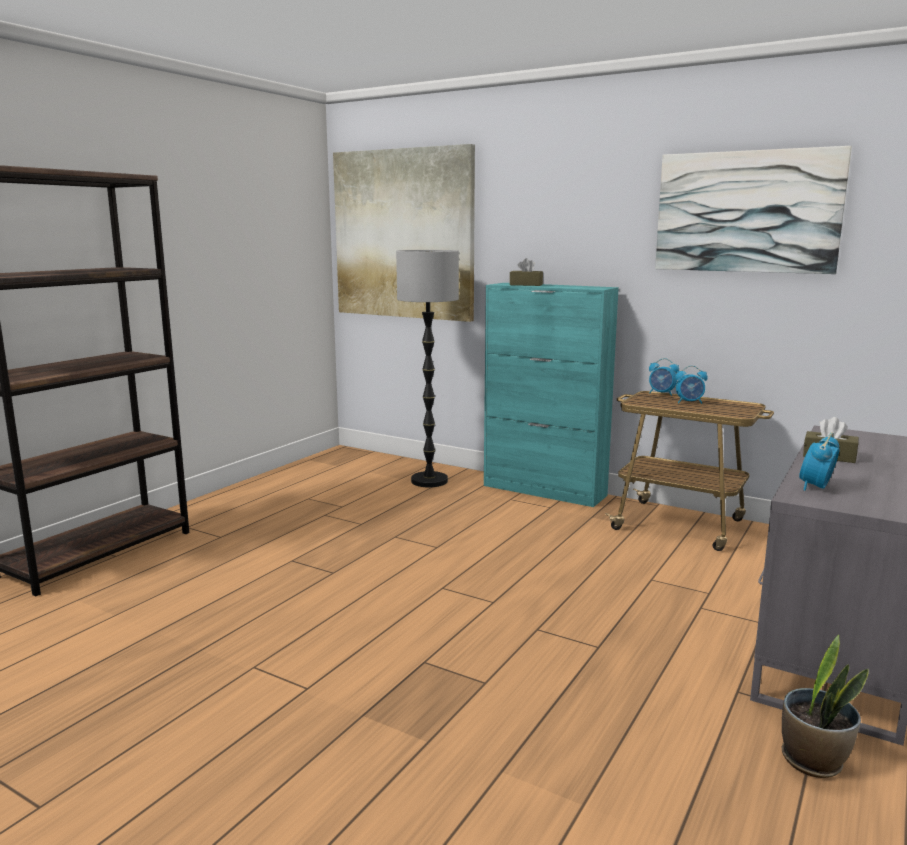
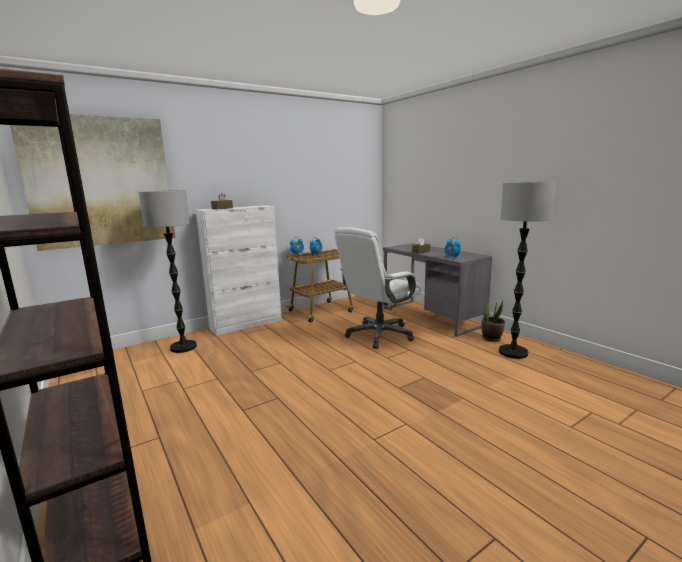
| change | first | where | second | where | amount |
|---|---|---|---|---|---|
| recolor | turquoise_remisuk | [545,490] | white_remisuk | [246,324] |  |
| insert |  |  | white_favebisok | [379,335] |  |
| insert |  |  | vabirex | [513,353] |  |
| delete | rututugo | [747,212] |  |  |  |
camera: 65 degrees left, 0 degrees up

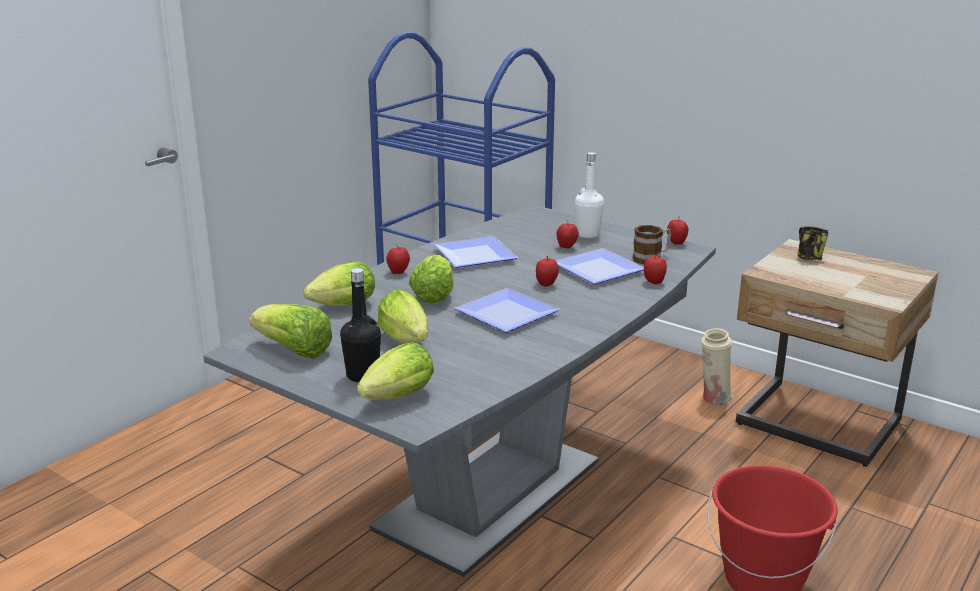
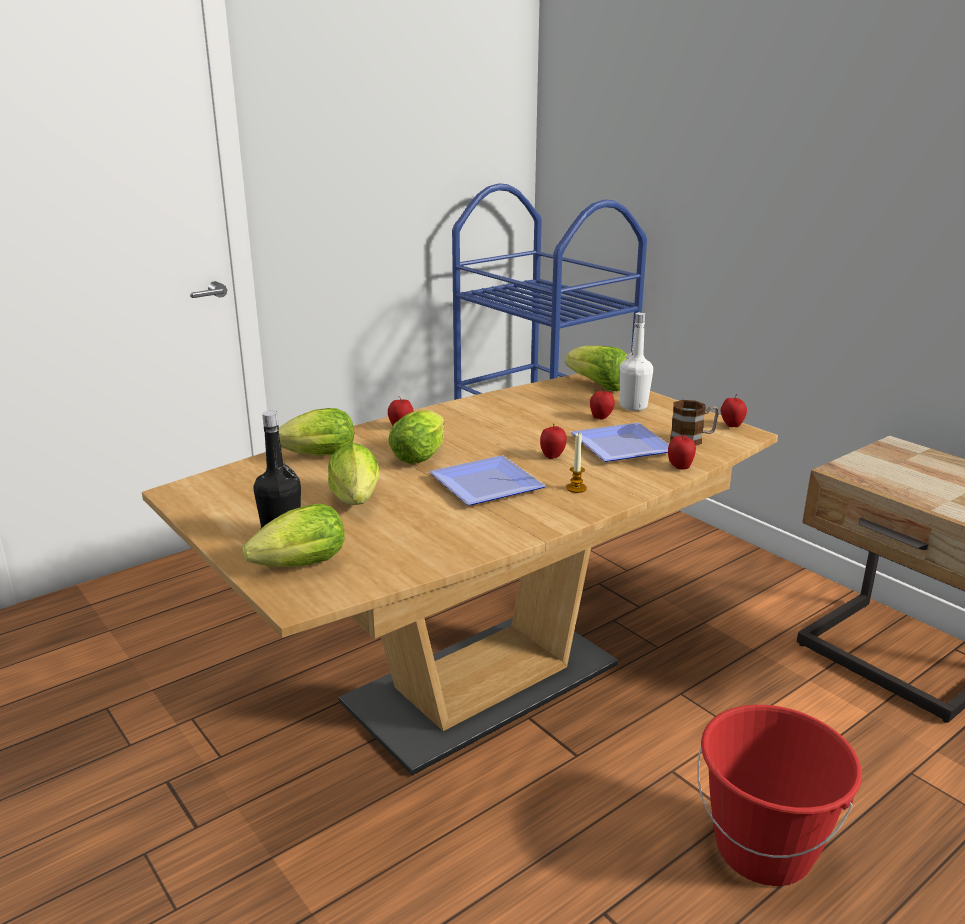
| change | first | where | second | where | amount |
|---|---|---|---|---|---|
| recolor | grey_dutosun | [490,495] | brown_dutosun | [482,684] |  |
| move | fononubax | [294,351] |  | [599,386] |  |
| insert |  |  | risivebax | [576,488] |  |
| delete | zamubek | [478,256] |  |  |  |
| delete | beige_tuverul | [714,399] |  |  |  |
| delete | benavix | [808,258] |  |  |  |
camera: 15 degrees right, 0 degrees up

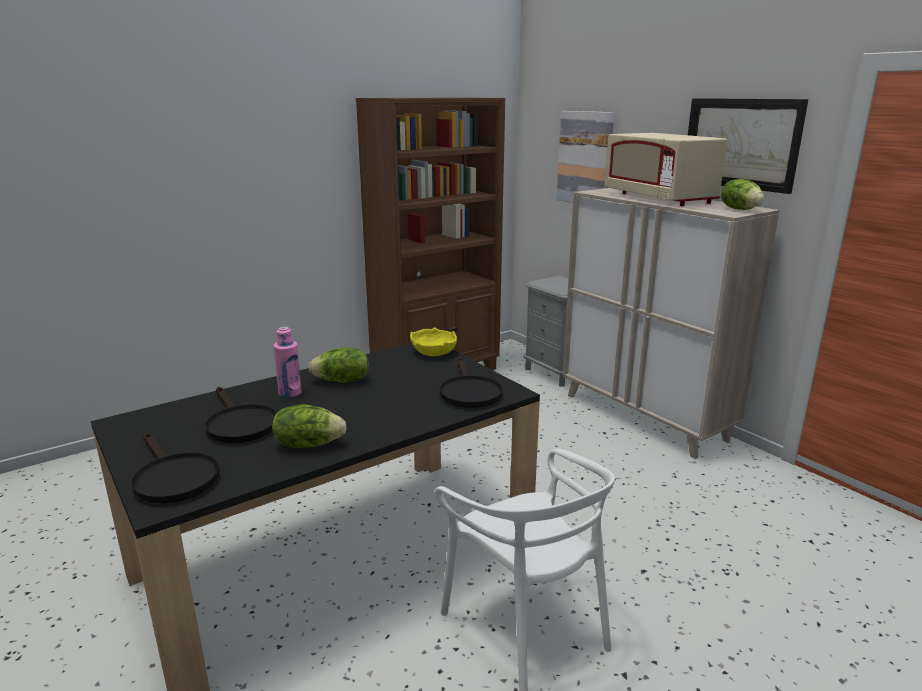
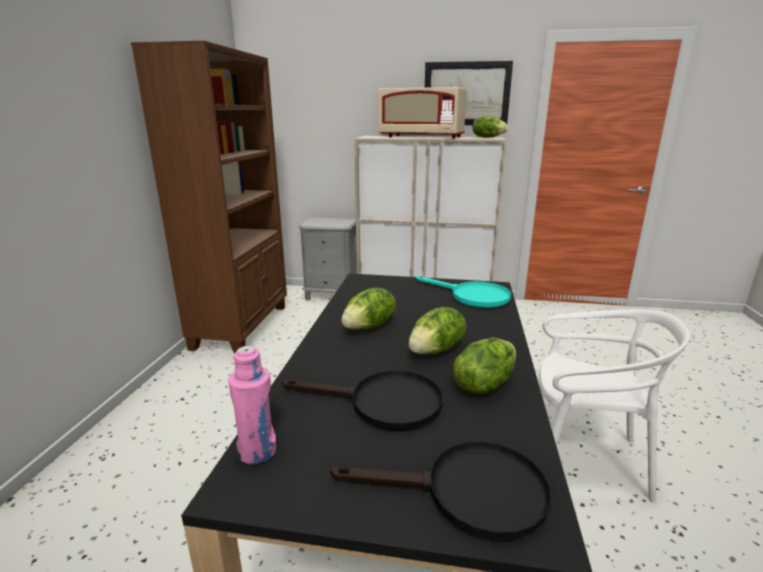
| change | first | where | second | where | amount |
|---|---|---|---|---|---|
| move | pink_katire | [290,393] |  | [258,452] |  |
| insert |  |  | fononubax | [437,350] |  |
| recolor | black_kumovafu | [468,391] | turquoise_kumovafu | [472,296] |  |
| delete | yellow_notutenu | [434,353] |  |  |  |
| delete | rututugo | [585,158] |  |  |  |
camera: 45 degrees left, 0 degrees up

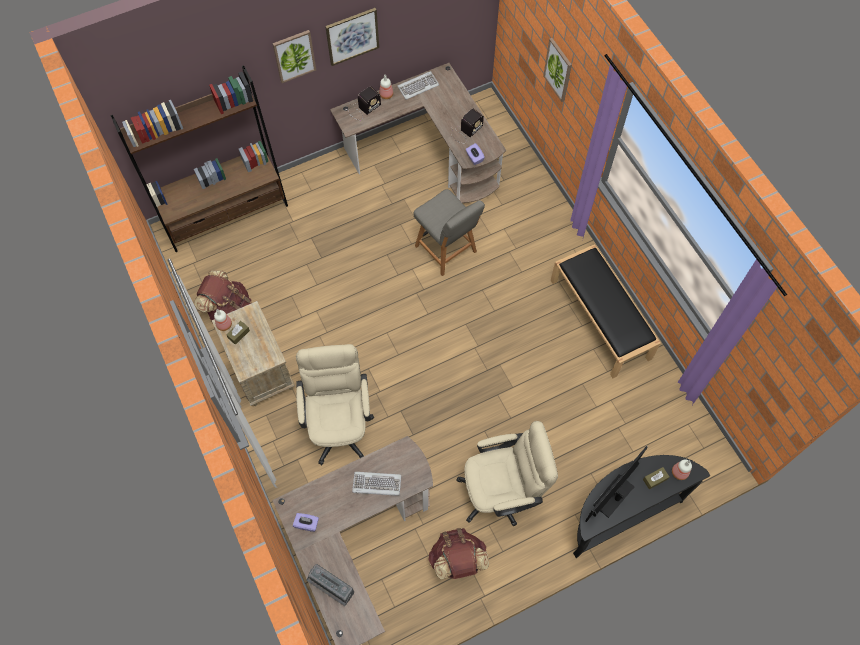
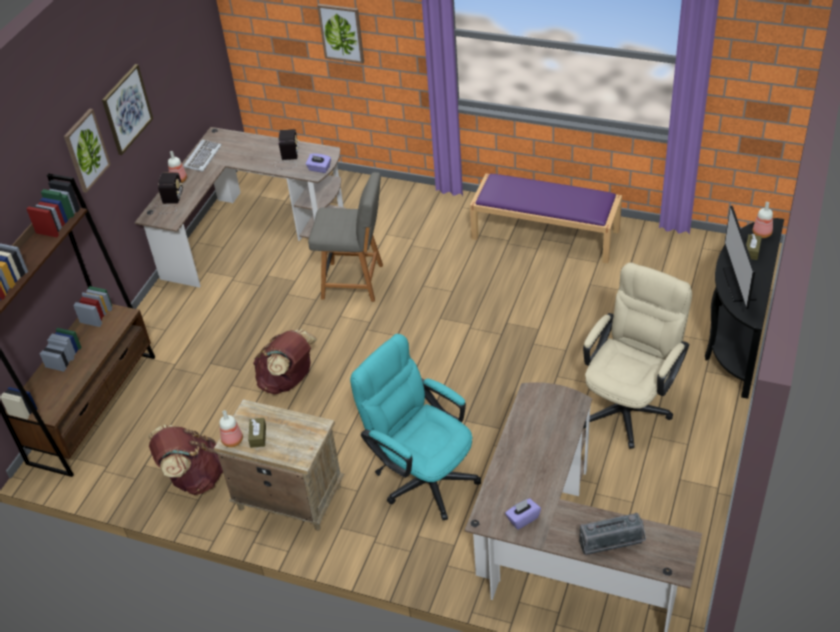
| change | first | where | second | where | amount |
|---|---|---|---|---|---|
| move | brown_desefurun | [457,560] |  | [288,381] |  |
| recolor | beige_favebisok | [339,424] | turquoise_favebisok | [422,475] |  |
| recolor | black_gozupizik | [601,319] | purple_gozupizik | [546,234] |  |
| delete | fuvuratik | [376,484] |  |  |  |
camera: 40 degrees left, 20 degrees down

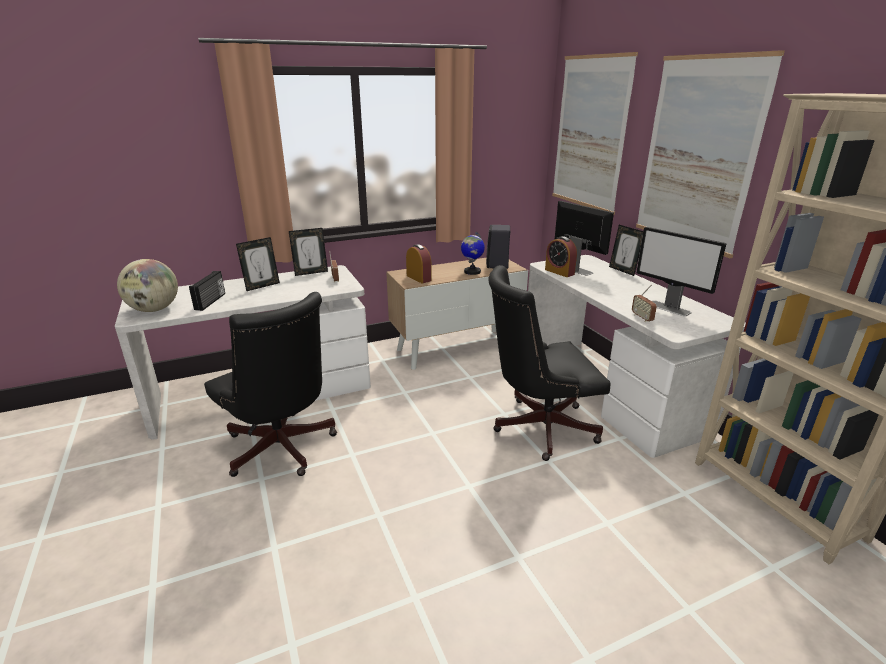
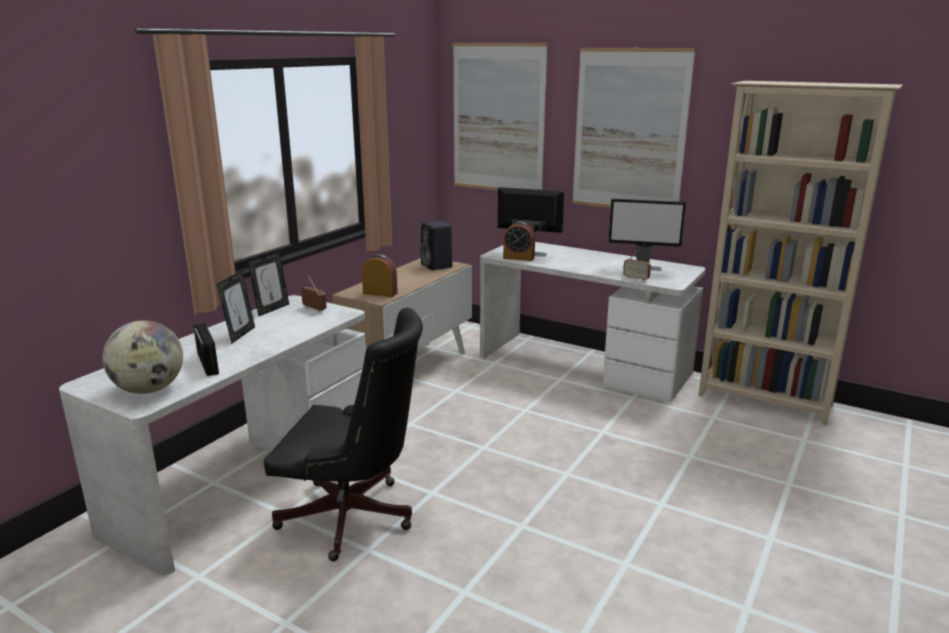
| change | first | where | second | where | amount |
|---|---|---|---|---|---|
| delete | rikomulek | [472,272] |  |  |  |
| delete | black_favebisok | [538,427] |  |  |  |
| delete | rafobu | [623,270] |  |  |  |
camera: 35 degrees left, 5 degrees down

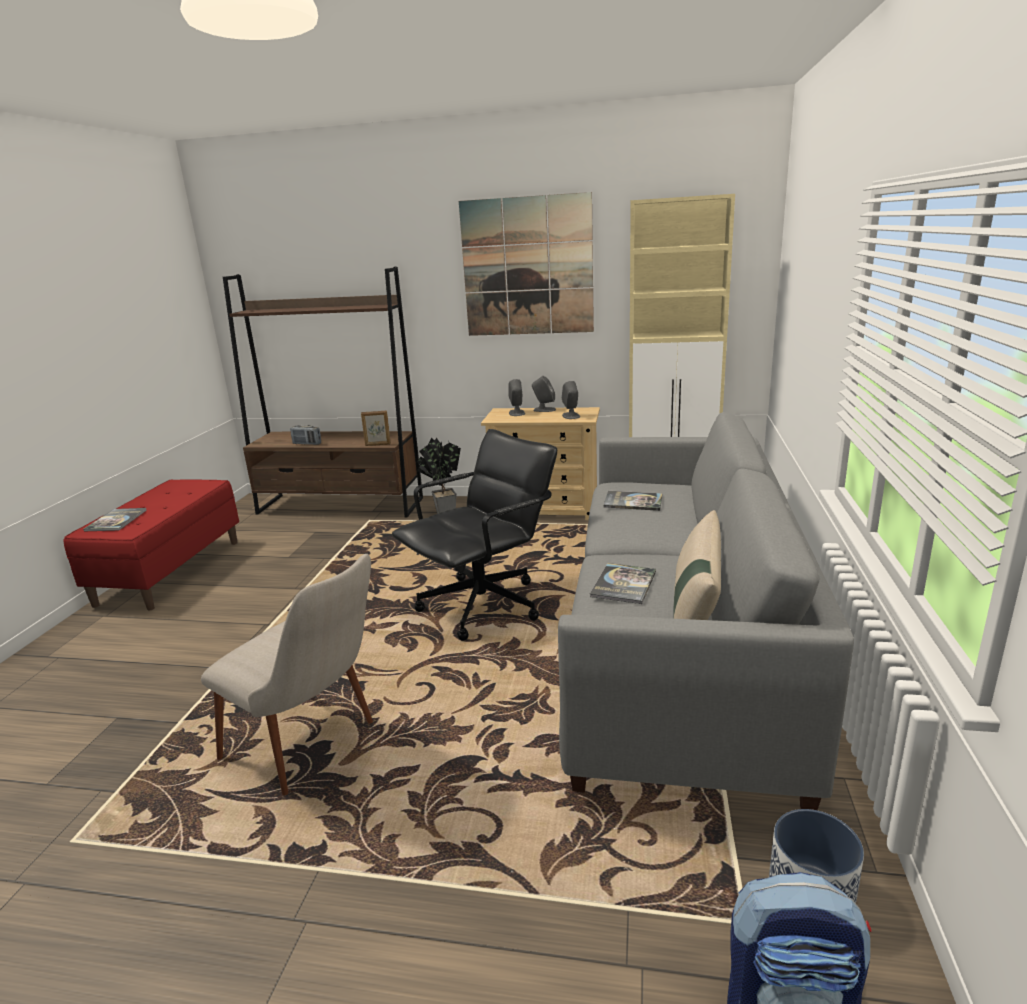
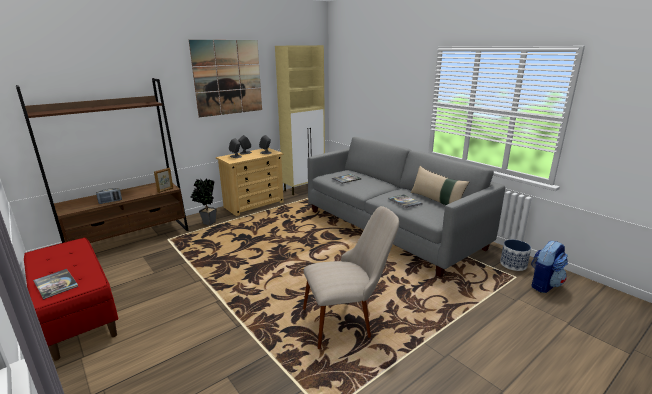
| change | first | where | second | where | amount |
|---|---|---|---|---|---|
| delete | black_favebisok | [483,606] |  |  |  |
camera: 50 degrees left, 0 degrees up

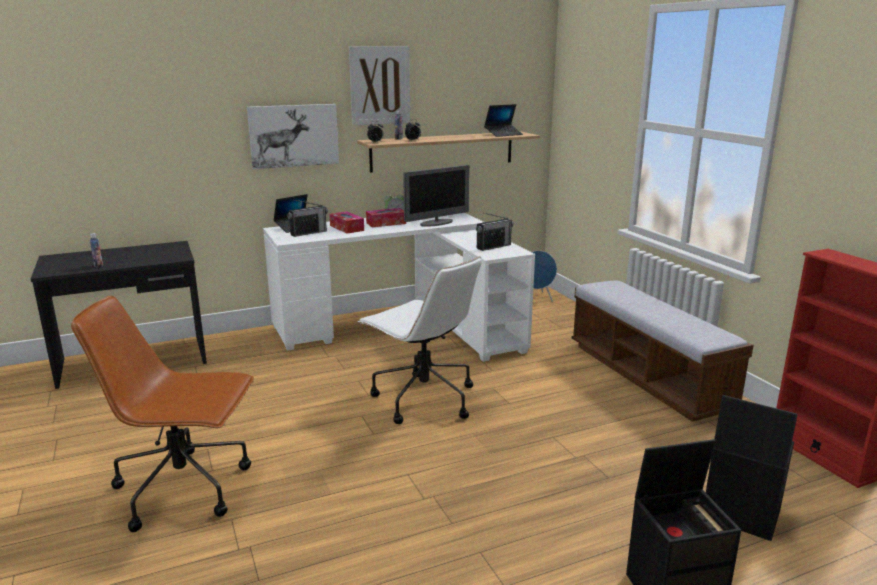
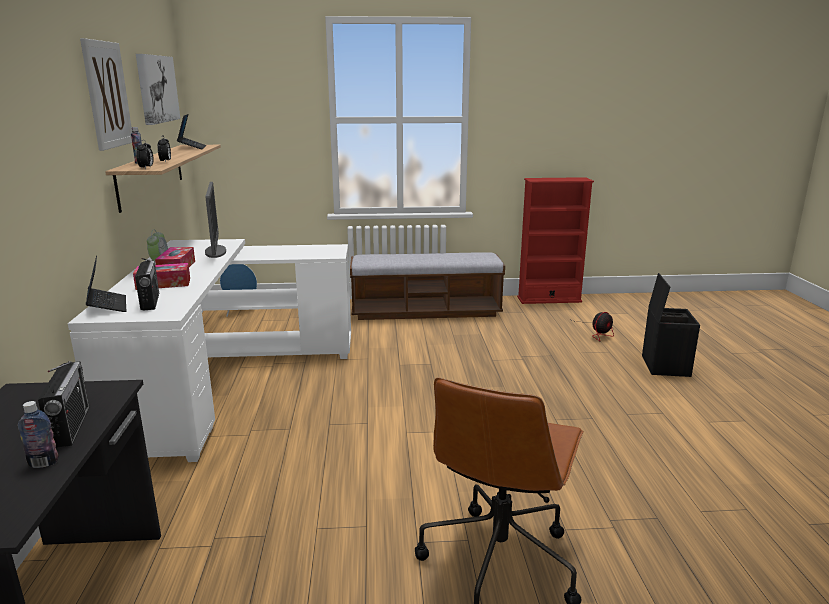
| change | first | where | second | where | amount |
|---|---|---|---|---|---|
| move | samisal | [493,246] |  | [70,427] |  |
| move | rututugo | [293,135] |  | [156,89] |  |
| replace | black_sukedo | [739,514] | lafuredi | [599,333] |  |
| delete | white_favebisok | [423,399] |  |  |  |
camera: 70 degrees left, 0 degrees up

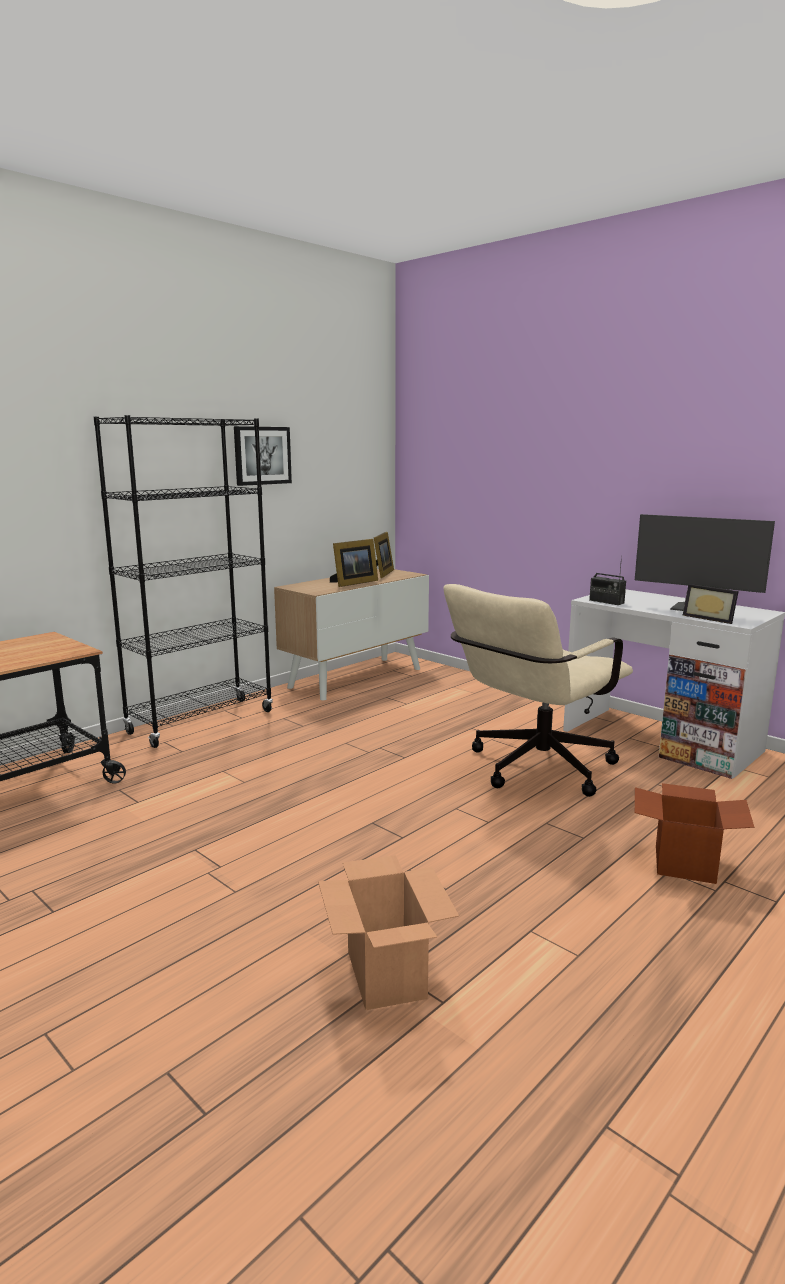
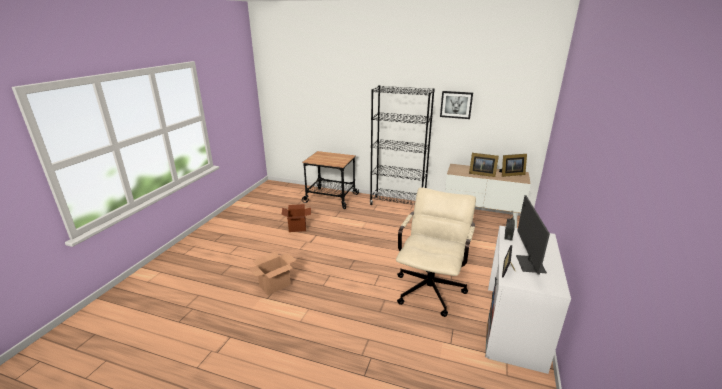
| change | first | where | second | where | amount |
|---|---|---|---|---|---|
| move | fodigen | [685,864] |  | [297,227] |  |
| rotate | beige_favebisok | [532,770] |  | [431,287] | 90 degrees clockwise |
camera: 65 degrees right, 10 degrees up

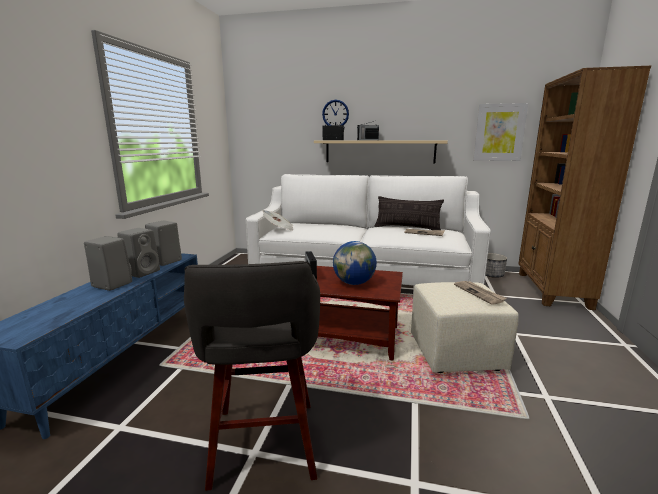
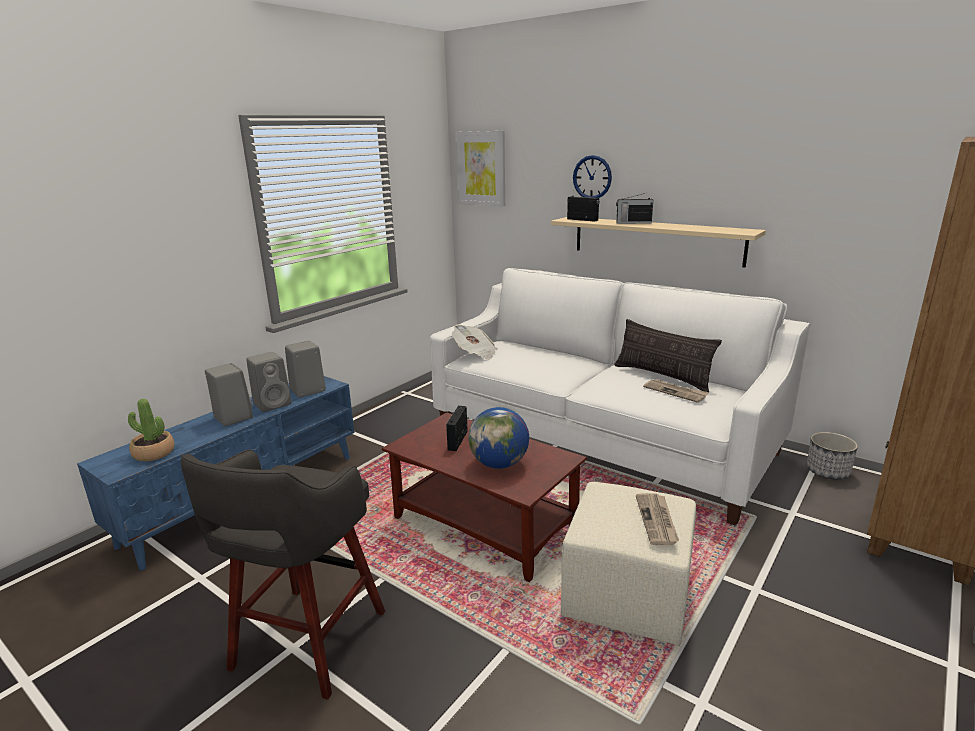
| change | first | where | second | where | amount |
|---|---|---|---|---|---|
| insert |  |  | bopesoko | [154,453] |  |
| move | rututugo | [499,132] |  | [481,168] |  |
camera: 25 degrees right, 5 degrees up

